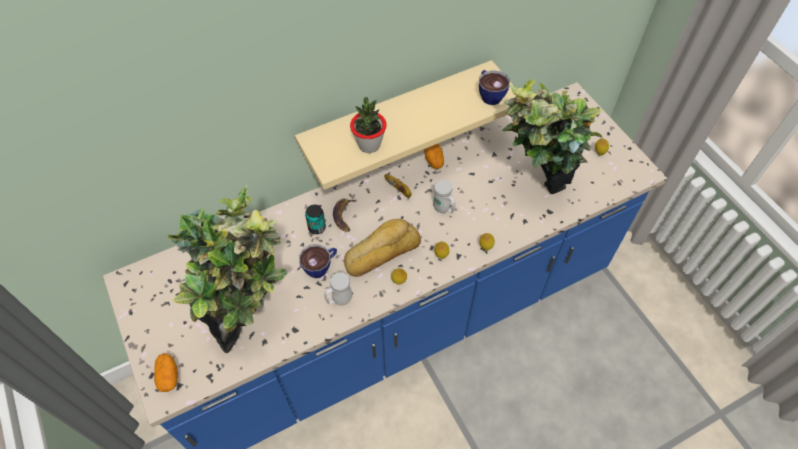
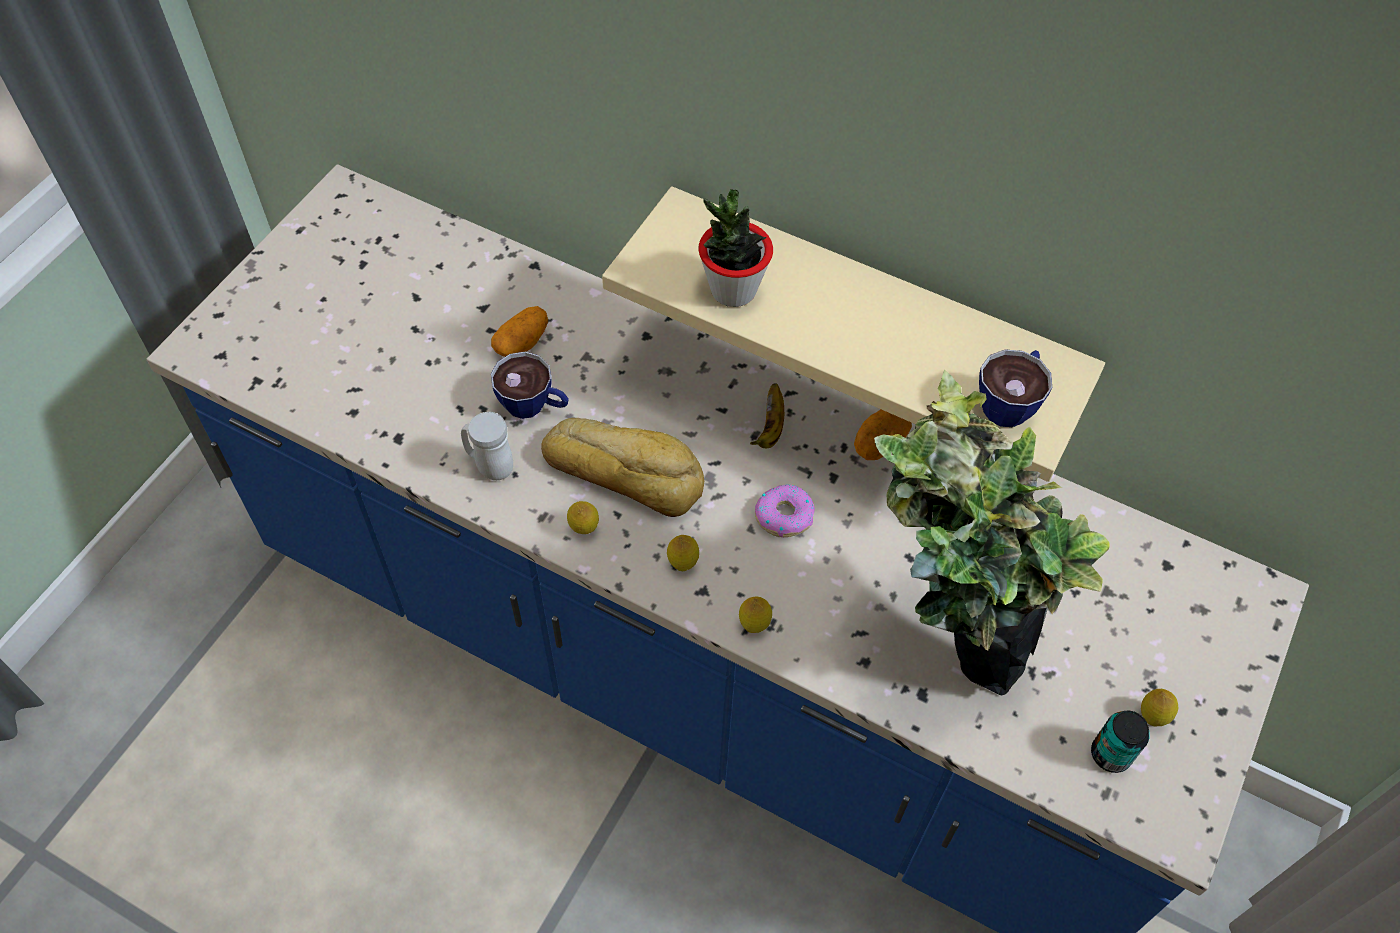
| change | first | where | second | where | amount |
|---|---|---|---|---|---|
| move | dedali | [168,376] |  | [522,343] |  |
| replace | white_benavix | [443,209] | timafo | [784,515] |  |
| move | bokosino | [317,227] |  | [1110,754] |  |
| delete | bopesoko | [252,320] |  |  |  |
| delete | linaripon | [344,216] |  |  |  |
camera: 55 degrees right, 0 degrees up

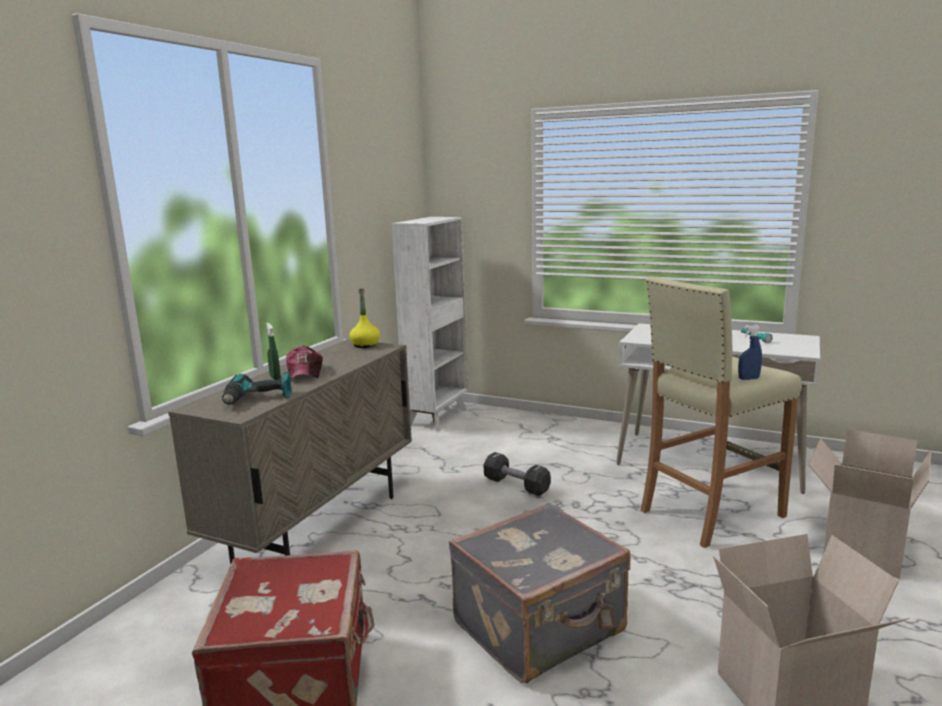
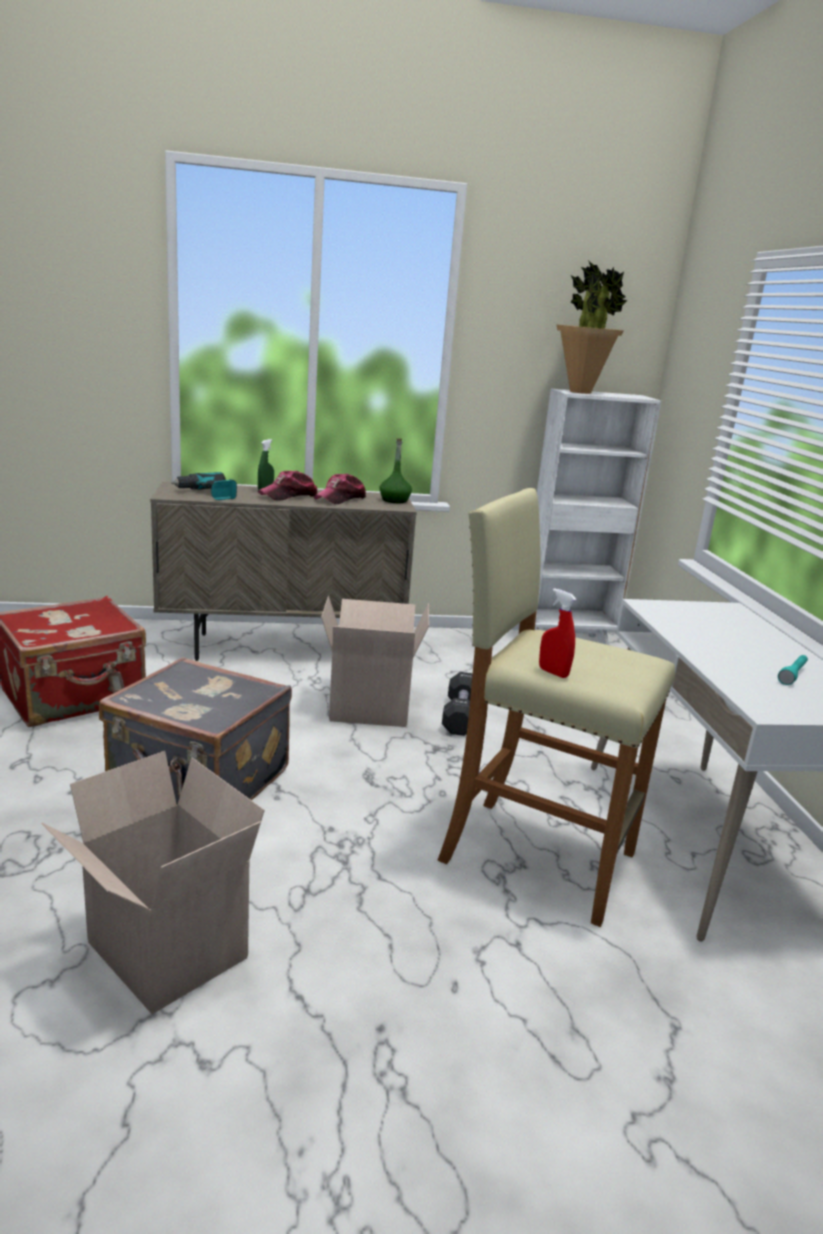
| change | first | where | second | where | amount |
|---|---|---|---|---|---|
| insert |  |  | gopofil | [340,499] |  |
| move | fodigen | [860,549] |  | [371,707] |  |
| recolor | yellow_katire | [365,345] | green_katire | [394,500] |  |
| recolor | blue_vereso | [748,379] | red_vereso | [553,672] |  |
| insert |  |  | bopesoko | [581,392] |  |
camera: 55 degrees right, 5 degrees up

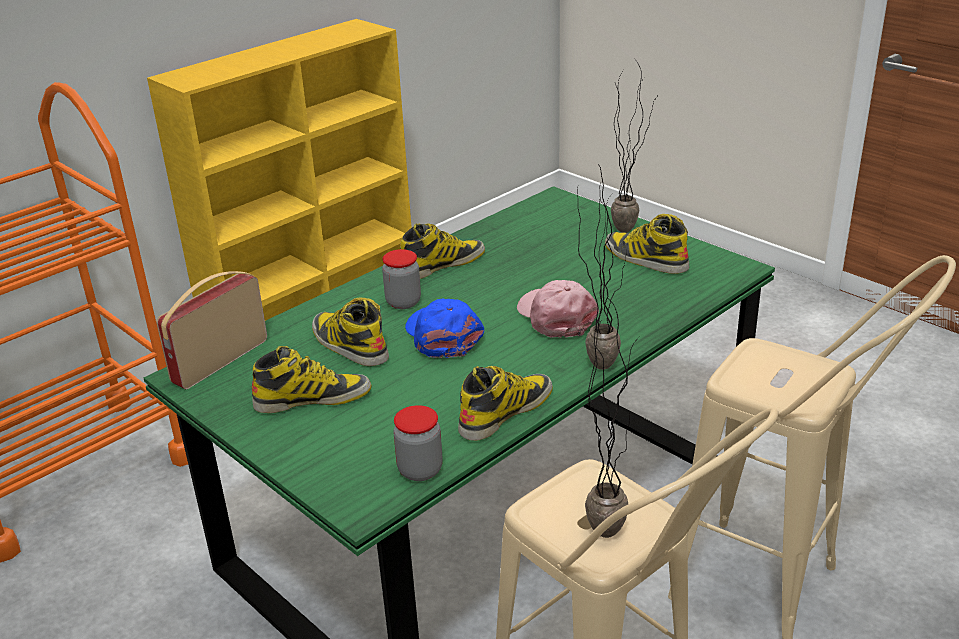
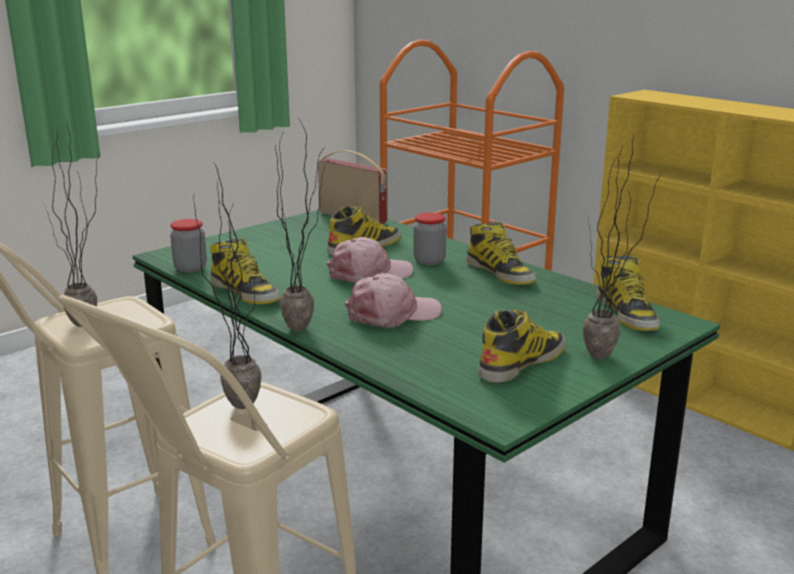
| change | first | where | second | where | amount |
|---|---|---|---|---|---|
| insert |  |  | bopesoko | [238,400] |  |
| recolor | blue_gopofil | [443,335] | pink_gopofil | [369,273] |  |
| move | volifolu | [313,398] |  | [627,313] |  |
camera: 90 degrees right, 10 degrees down

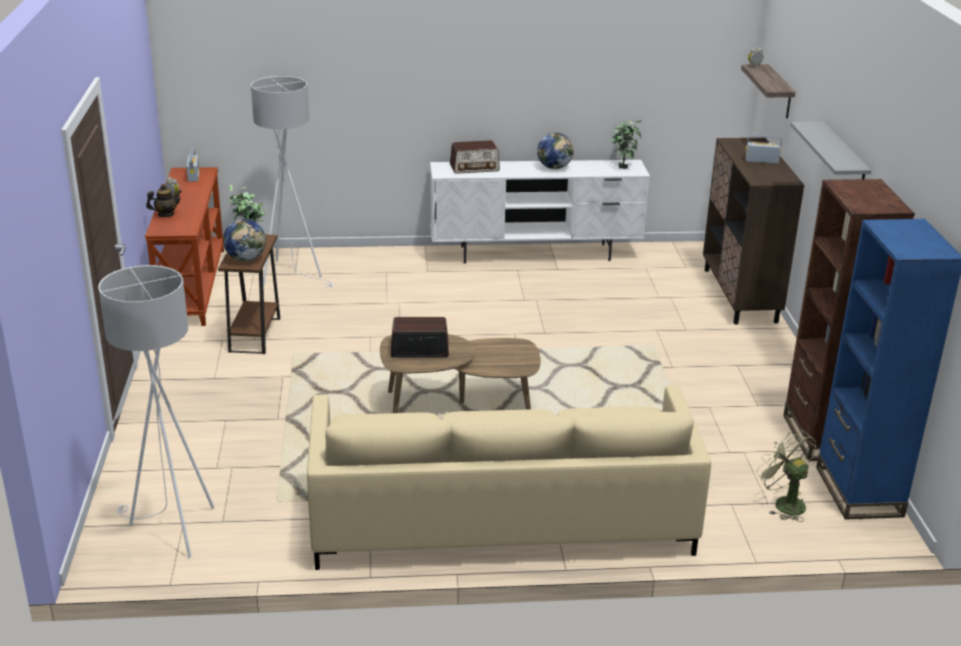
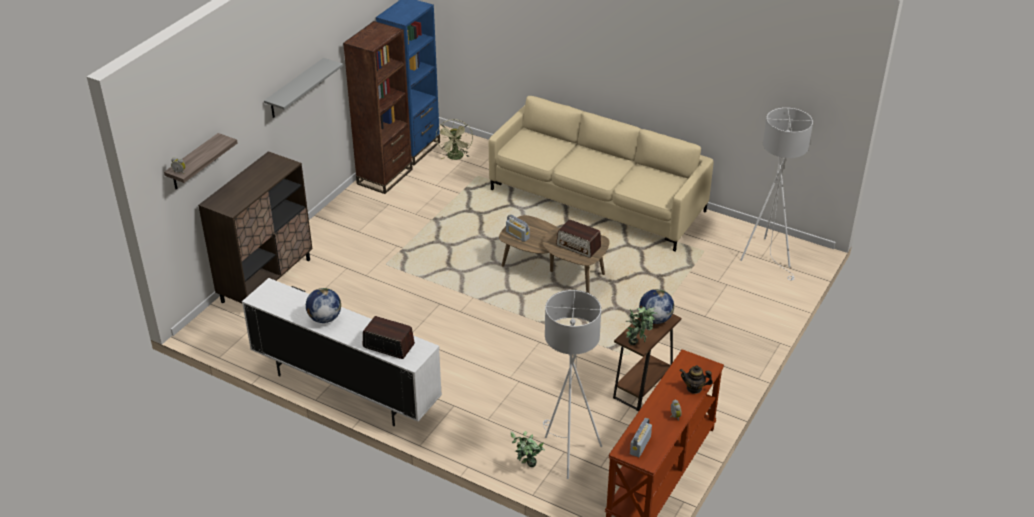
| change | first | where | second | where | amount |
|---|---|---|---|---|---|
| move | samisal | [761,161] |  | [517,235] |  |
| move | bopesoko | [623,166] |  | [527,468] |  |
camera: 145 degrees left, 10 degrees up

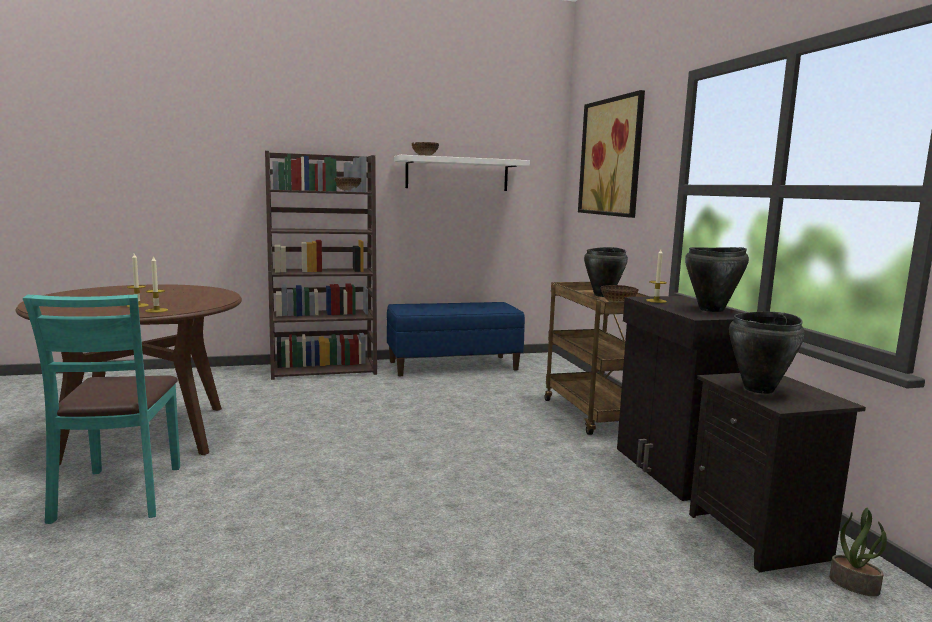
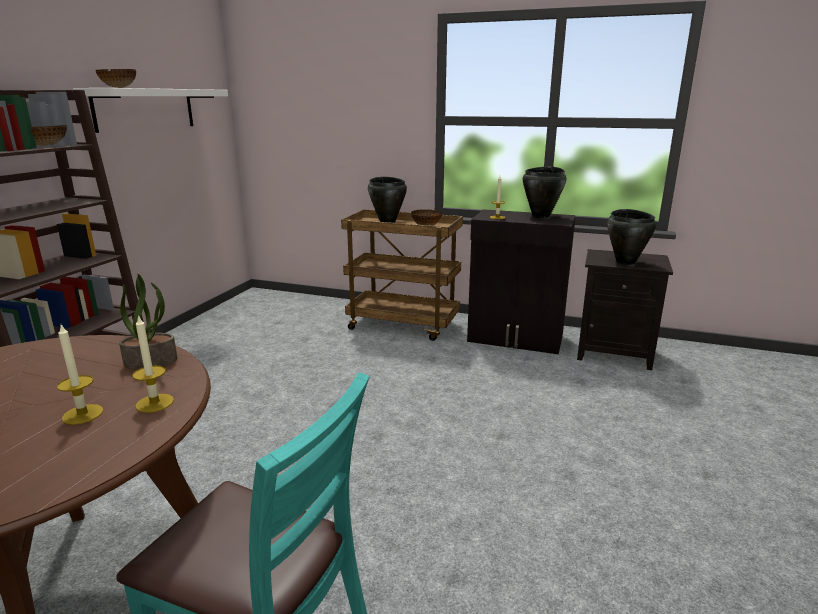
| change | first | where | second | where | amount |
|---|---|---|---|---|---|
| move | bopesoko | [855,585] |  | [151,361] |  |
| delete | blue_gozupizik | [453,365] |  |  |  |
| delete | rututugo | [611,157] |  |  |  |
camera: 55 degrees left, 10 degrees up

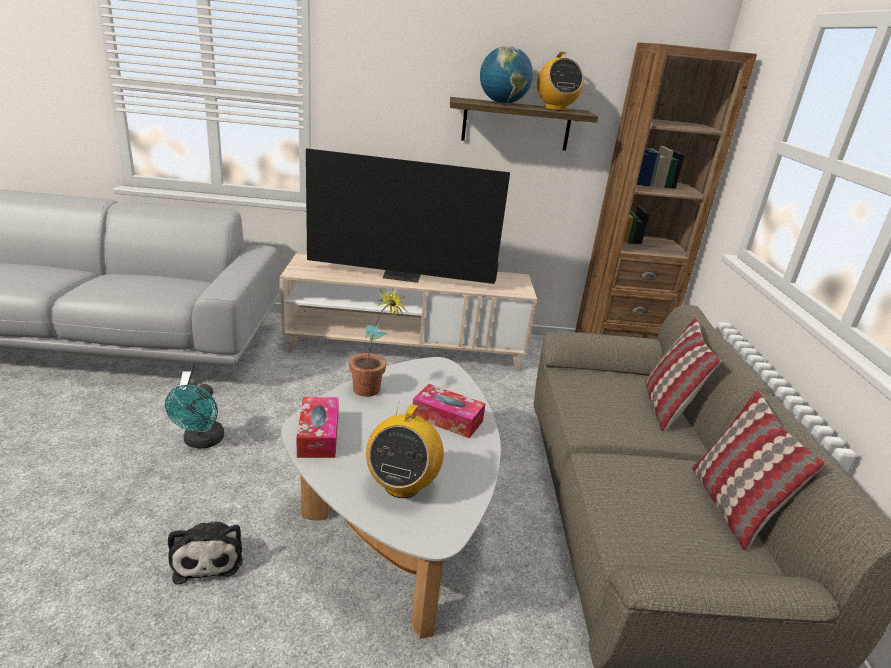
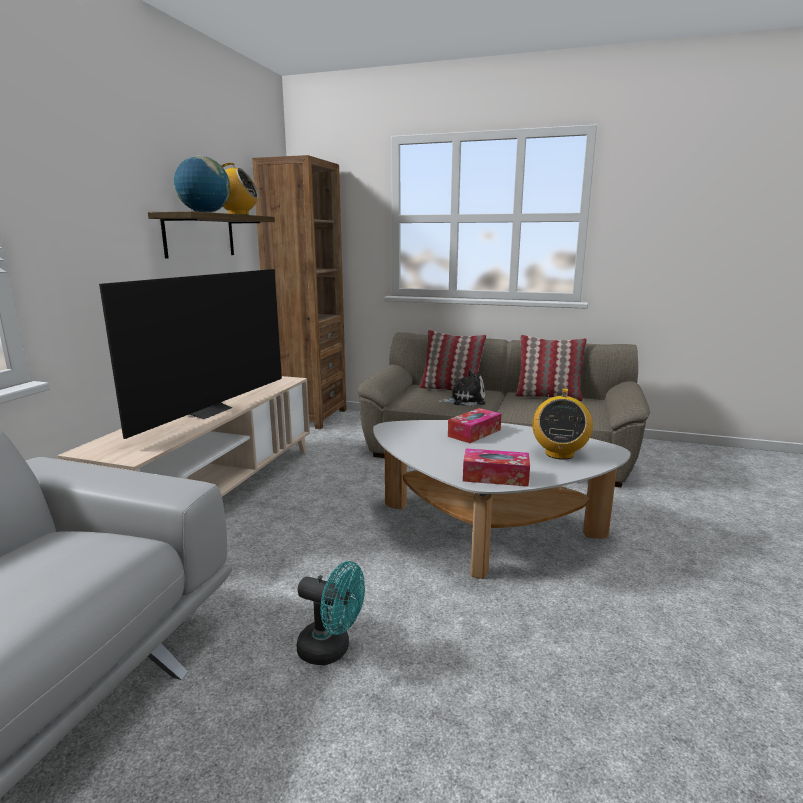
| change | first | where | second | where | amount |
|---|---|---|---|---|---|
| move | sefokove | [208,556] |  | [465,400] |  |
| rotate | samisal | [402,485] |  | [559,454] | 75 degrees clockwise |
| delete | bopesoko | [372,393] |  |  |  |
camera: 70 degrees left, 10 degrees down

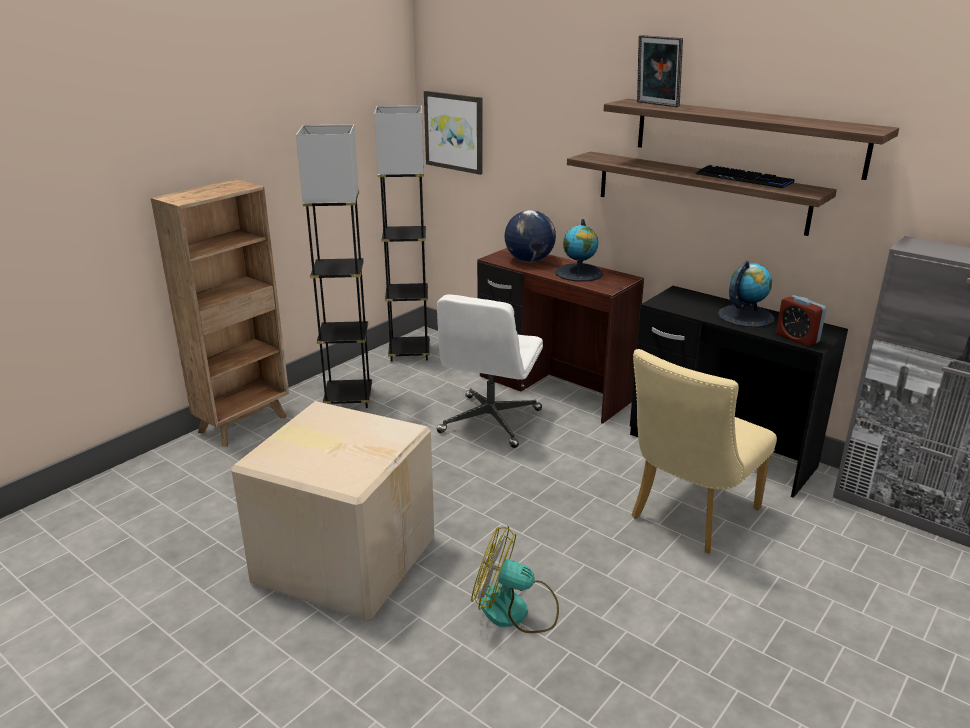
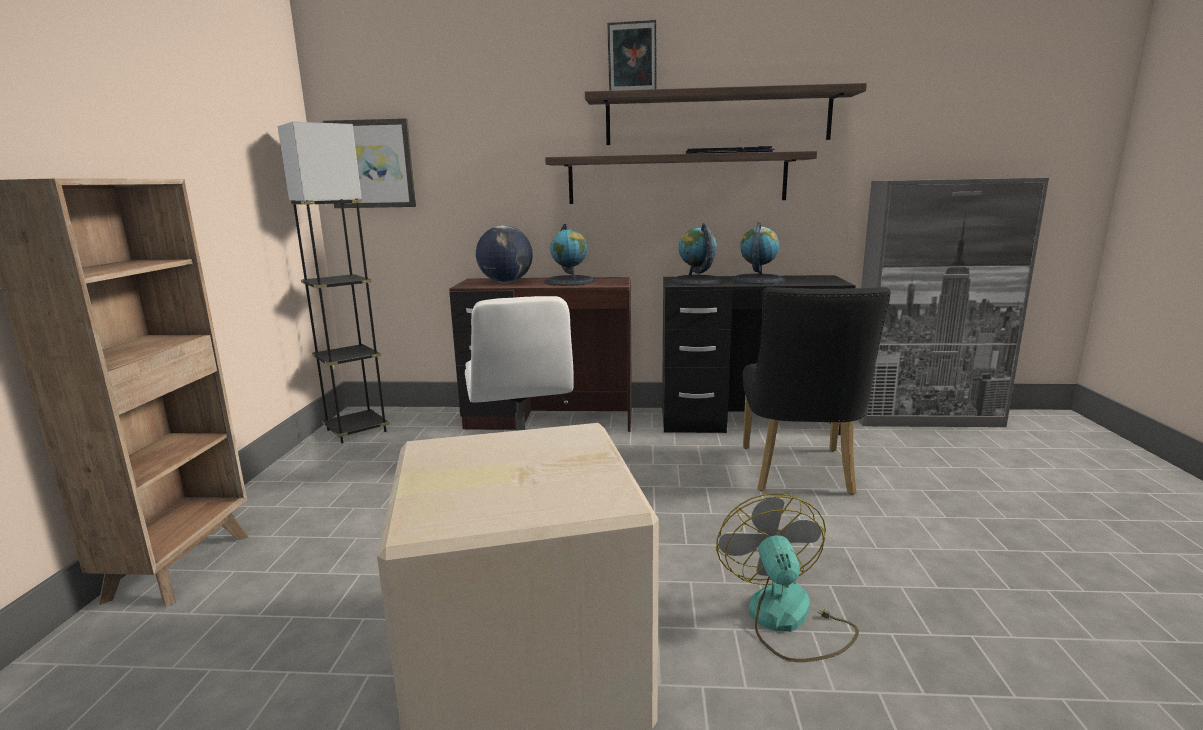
| change | first | where | second | where | amount |
|---|---|---|---|---|---|
| insert |  |  | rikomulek | [696,281] |  |
| rotate | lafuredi | [515,610] |  | [787,620] | 105 degrees clockwise |
| recolor | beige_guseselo | [688,517] | black_guseselo | [798,474] |  |
| delete | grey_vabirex | [348,398] |  |  |  |
| delete | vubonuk | [797,338] |  |  |  |
camera: 35 degrees left, 10 degrees down

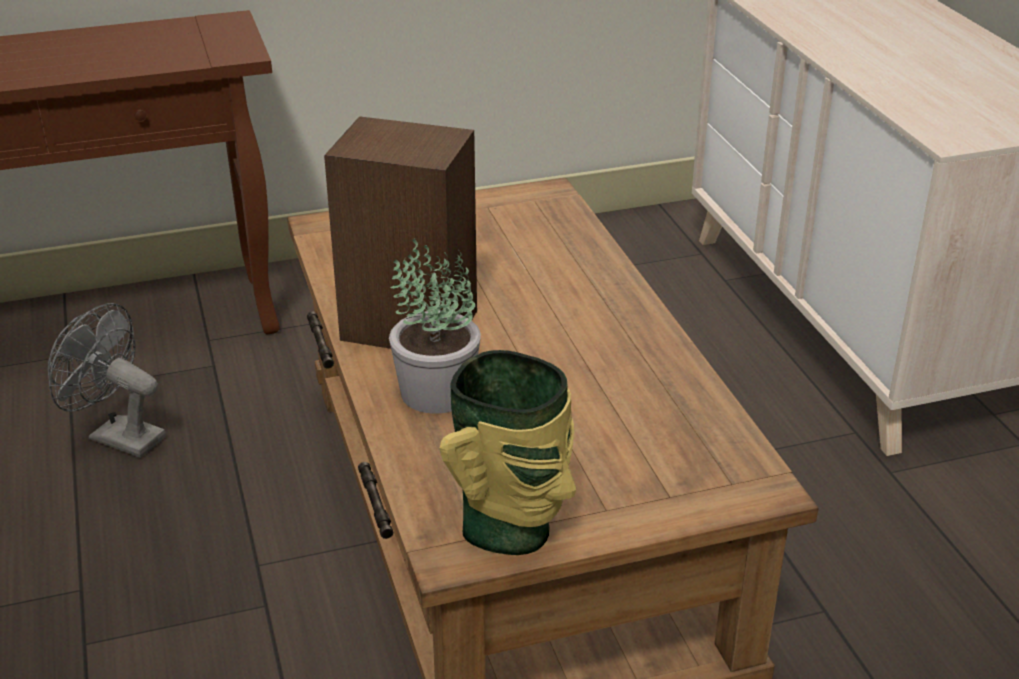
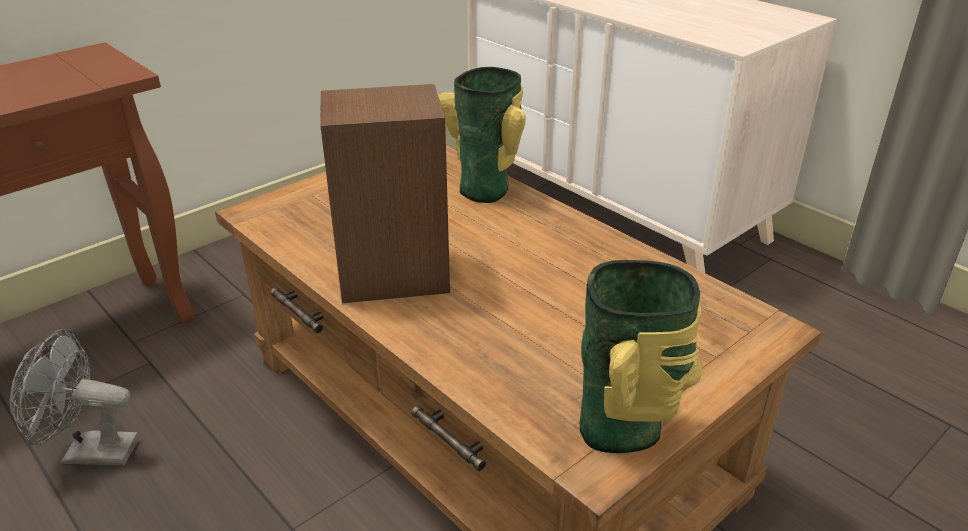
| change | first | where | second | where | amount |
|---|---|---|---|---|---|
| insert |  |  | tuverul | [487,188] |  |
| delete | bopesoko | [435,391] |  |  |  |
camera: 25 degrees left, 0 degrees up

